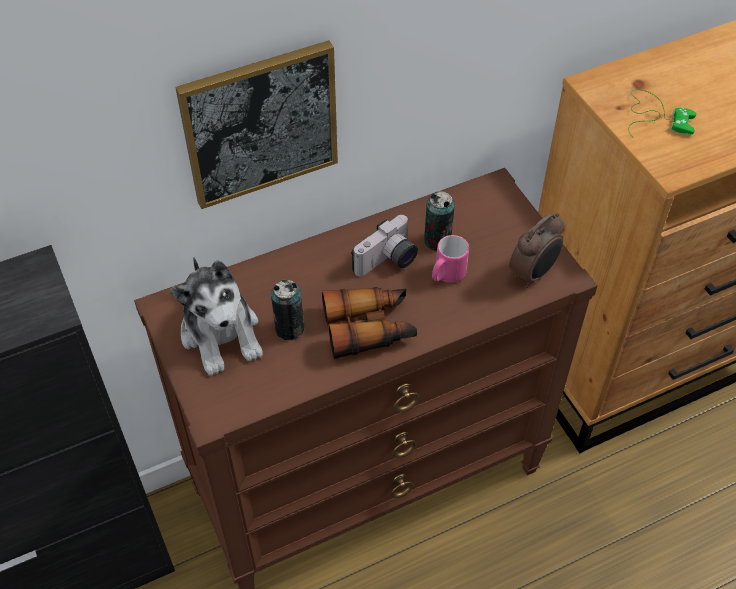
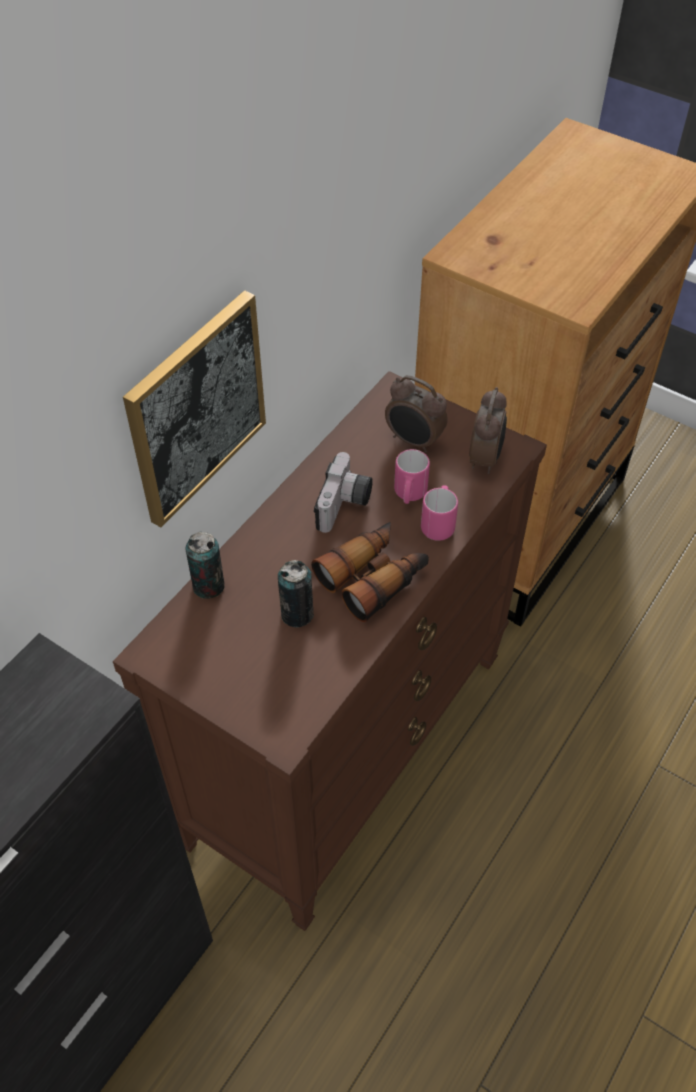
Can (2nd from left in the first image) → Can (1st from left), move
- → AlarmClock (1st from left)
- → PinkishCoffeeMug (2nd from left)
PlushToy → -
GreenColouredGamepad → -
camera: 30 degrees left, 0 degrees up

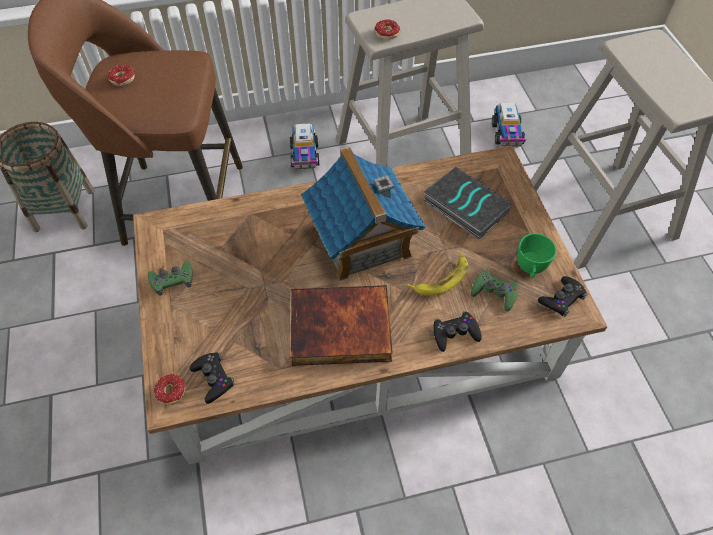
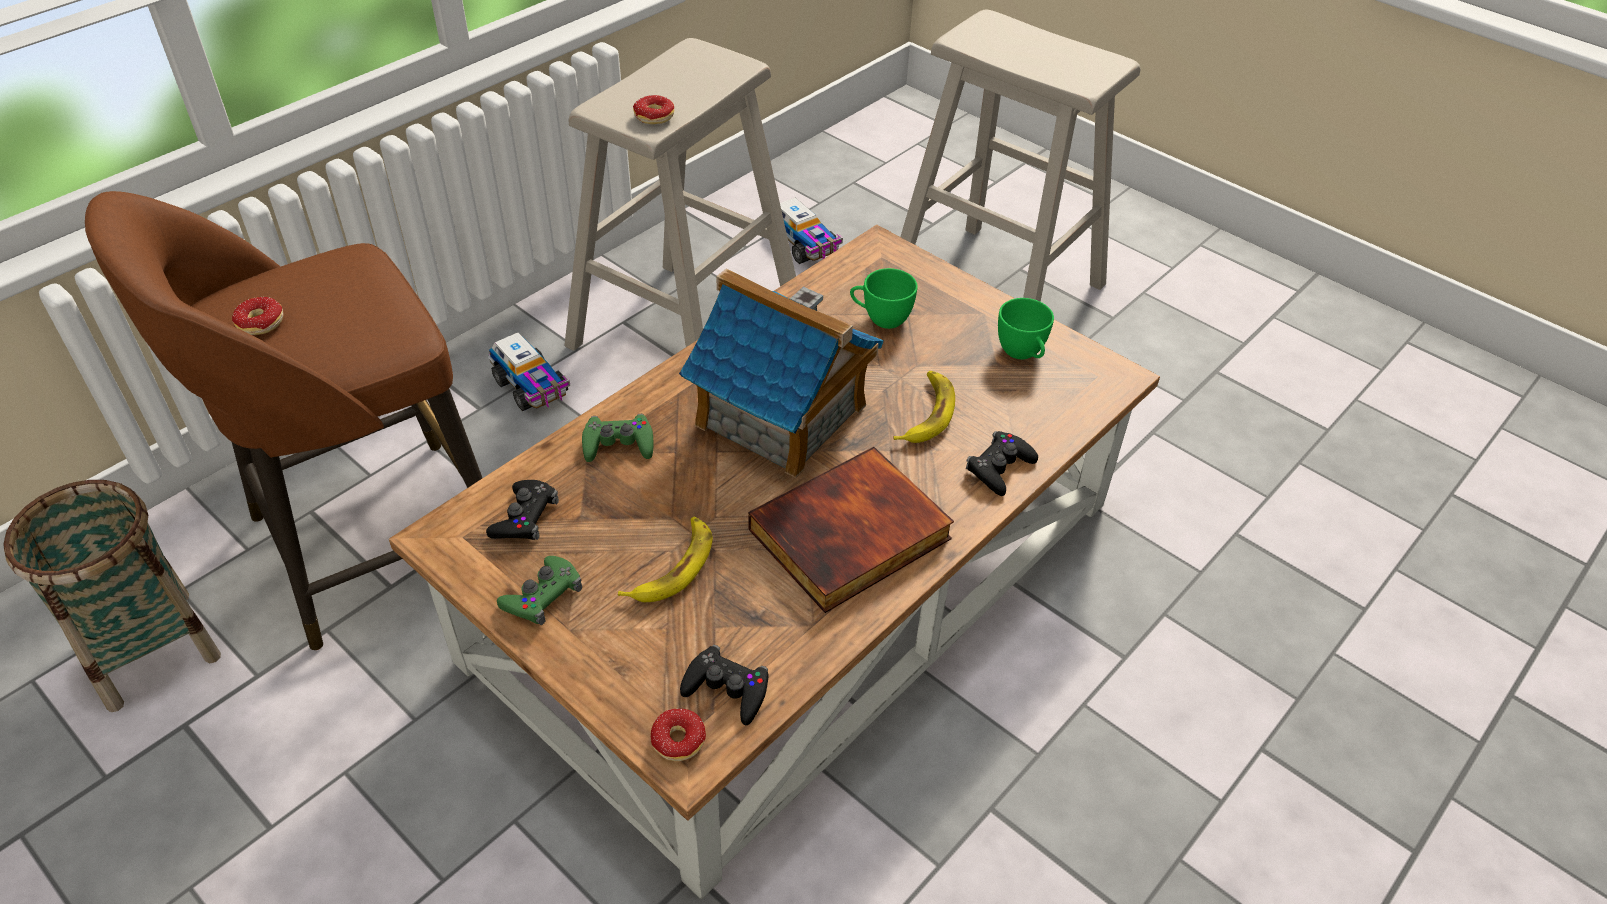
BlackGamepad (3rd from left in the first image) → BlackGamepad (1st from left), move
GreenColouredGamepad (2nd from left), move
- → Banana (1st from left)
Book (2nd from left) → GreenColouredDrinkingCup (1st from left)
camera: 35 degrees left, 10 degrees down

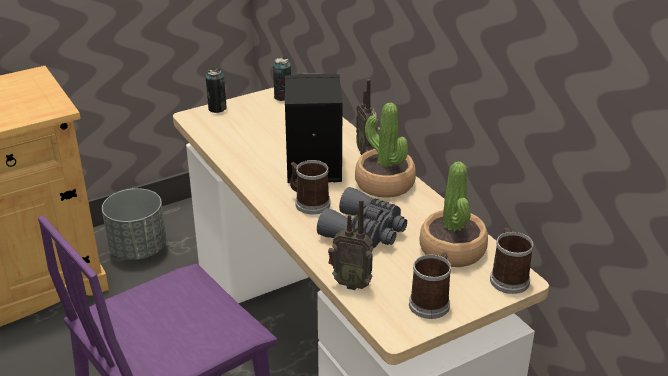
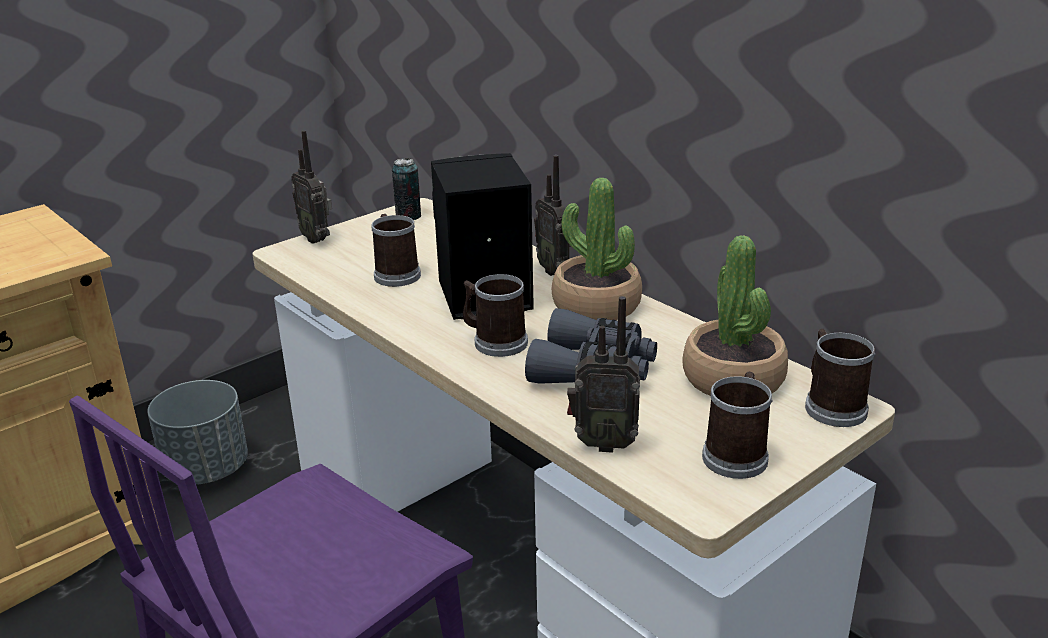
Can (1st from left) → RadioSet (1st from left)
- → CoffeeMug (1st from left)
camera: 10 degrees left, 5 degrees down

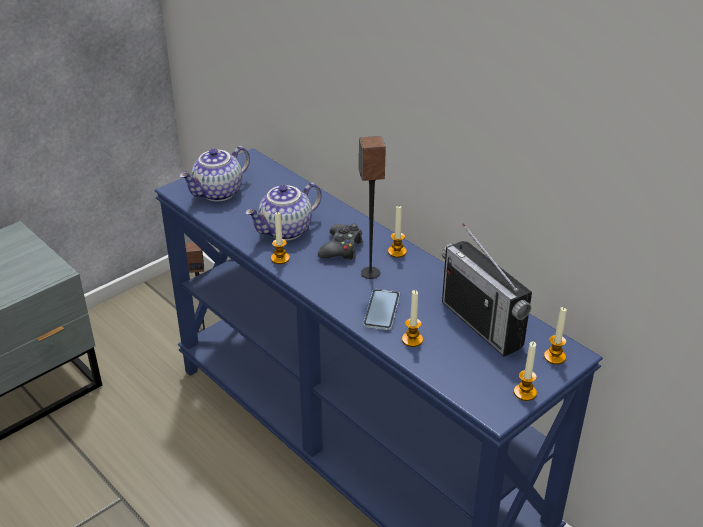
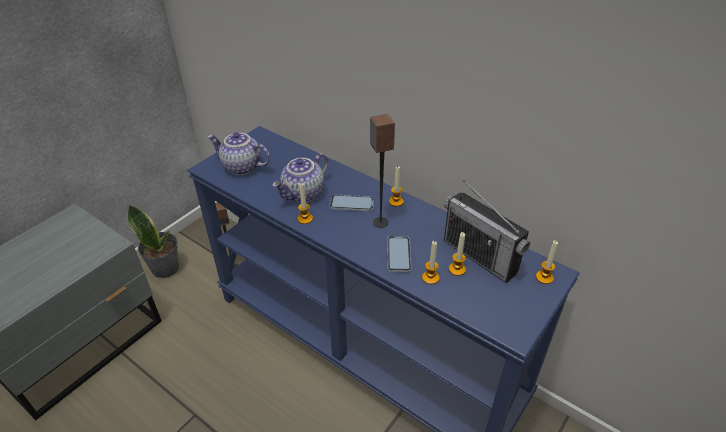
- → PottedPlant
TeaPot (1st from left), 75 degrees clockwise
BlackGamepad → Phone (1st from left)
WaxLight (4th from left), move
camera: 10 degrees left, 5 degrees up

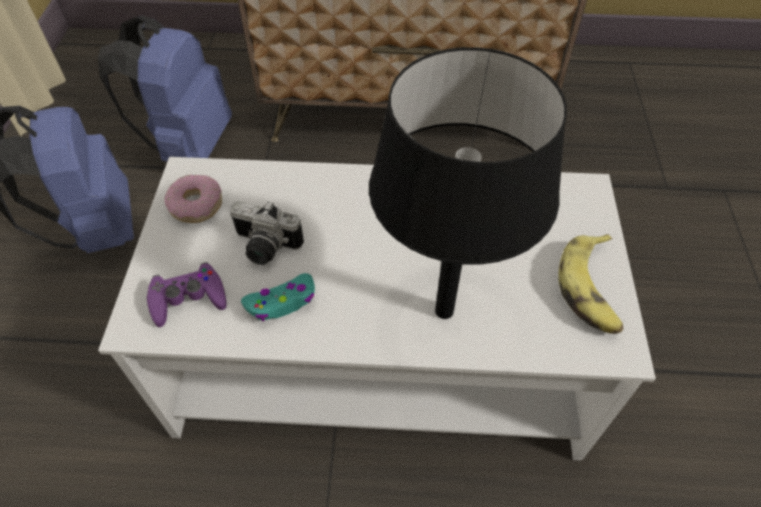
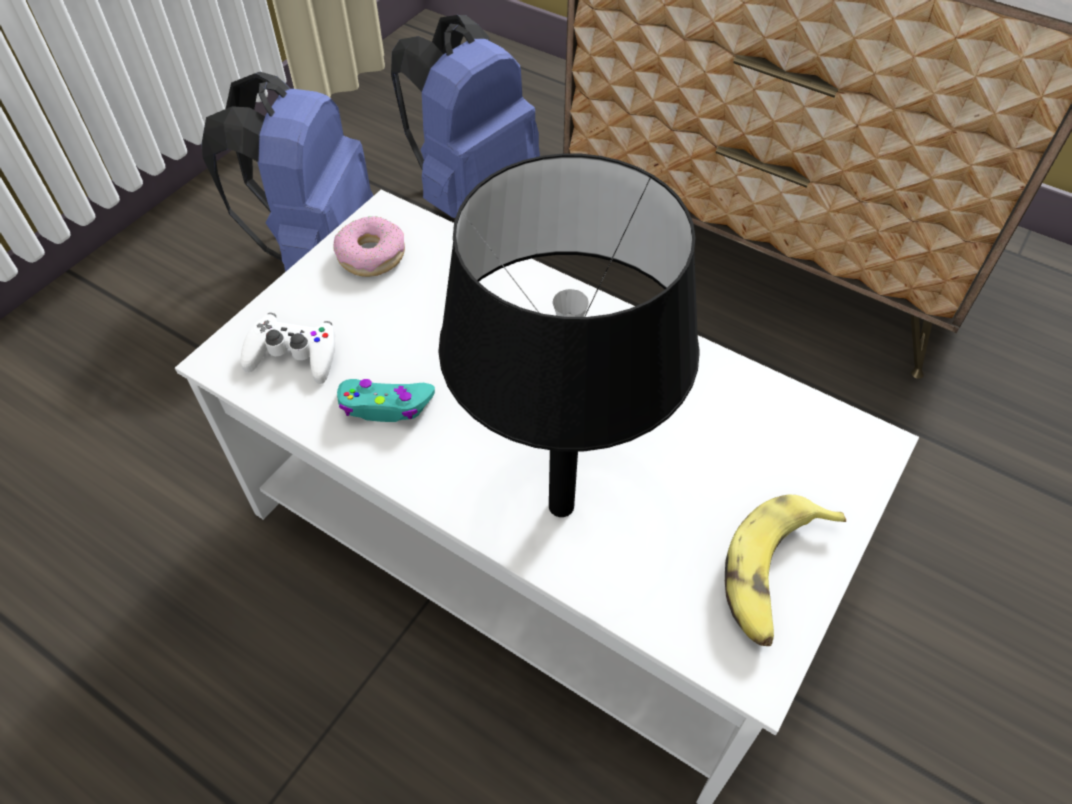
PurpleColouredGamepad → WhitishGamepad
StillCamera → -
camera: 30 degrees right, 0 degrees up

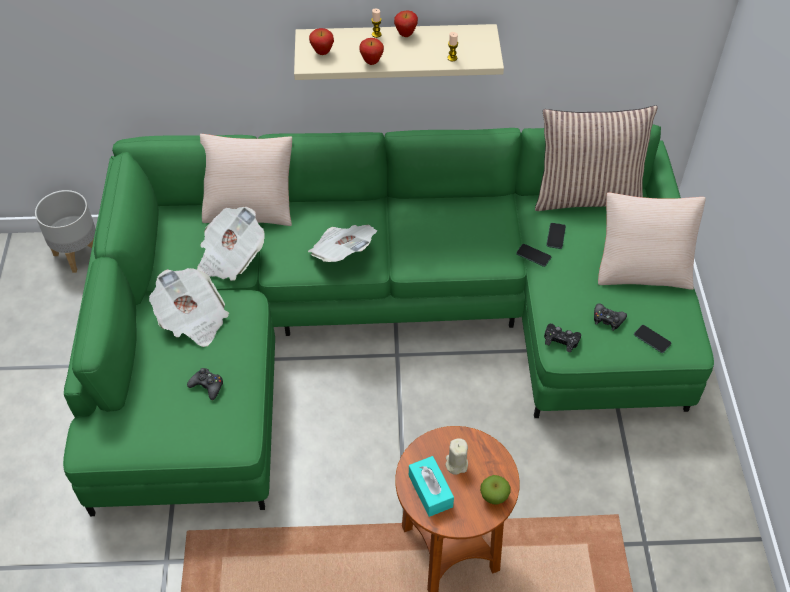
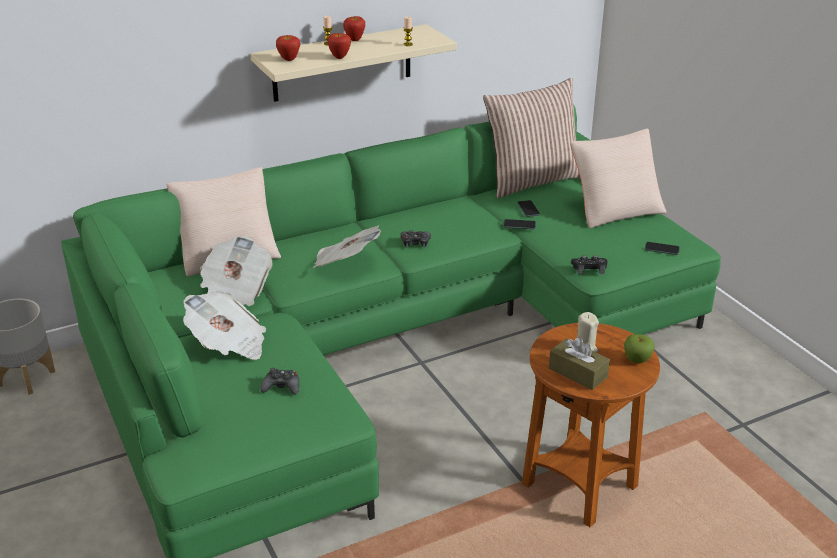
BlackGamepad (3rd from left in the first image) → BlackGamepad (2nd from left), move
BlueGreenTissueHolder → BrownColouredTissueHolder
camera: 25 degrees left, 20 degrees down

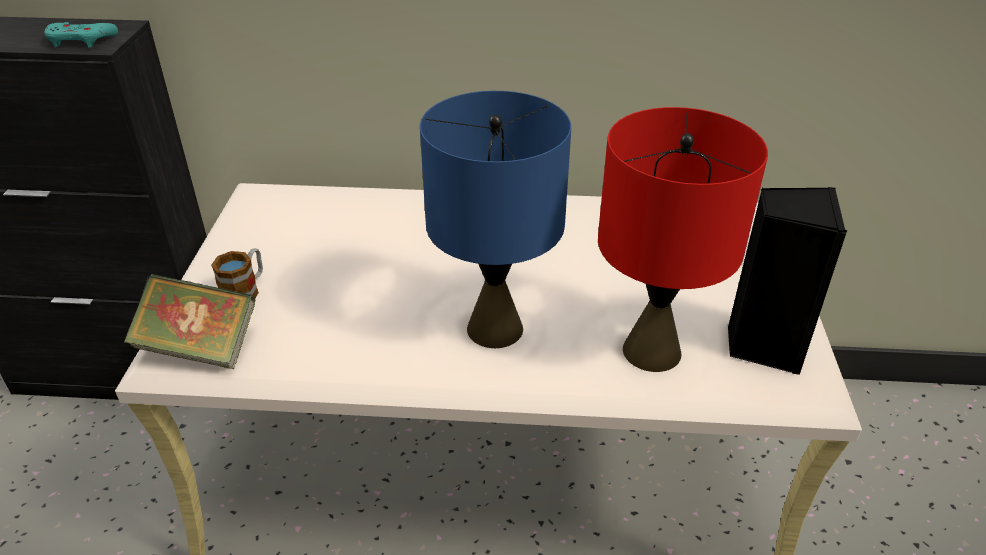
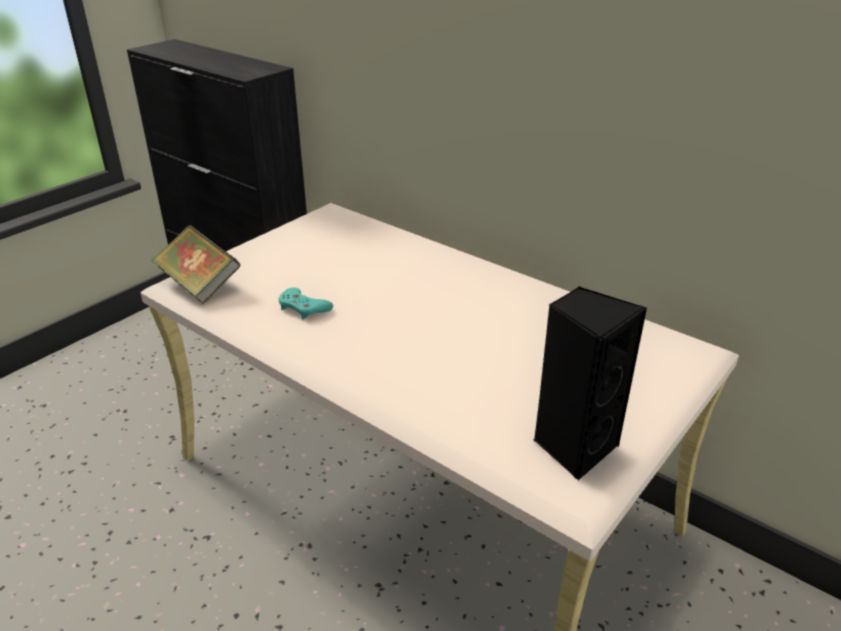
BlueGreenGamepad, move
CoffeeMug → -
BluishLampForATable → -
RedColouredLampForATable → -
camera: 35 degrees right, 5 degrees down

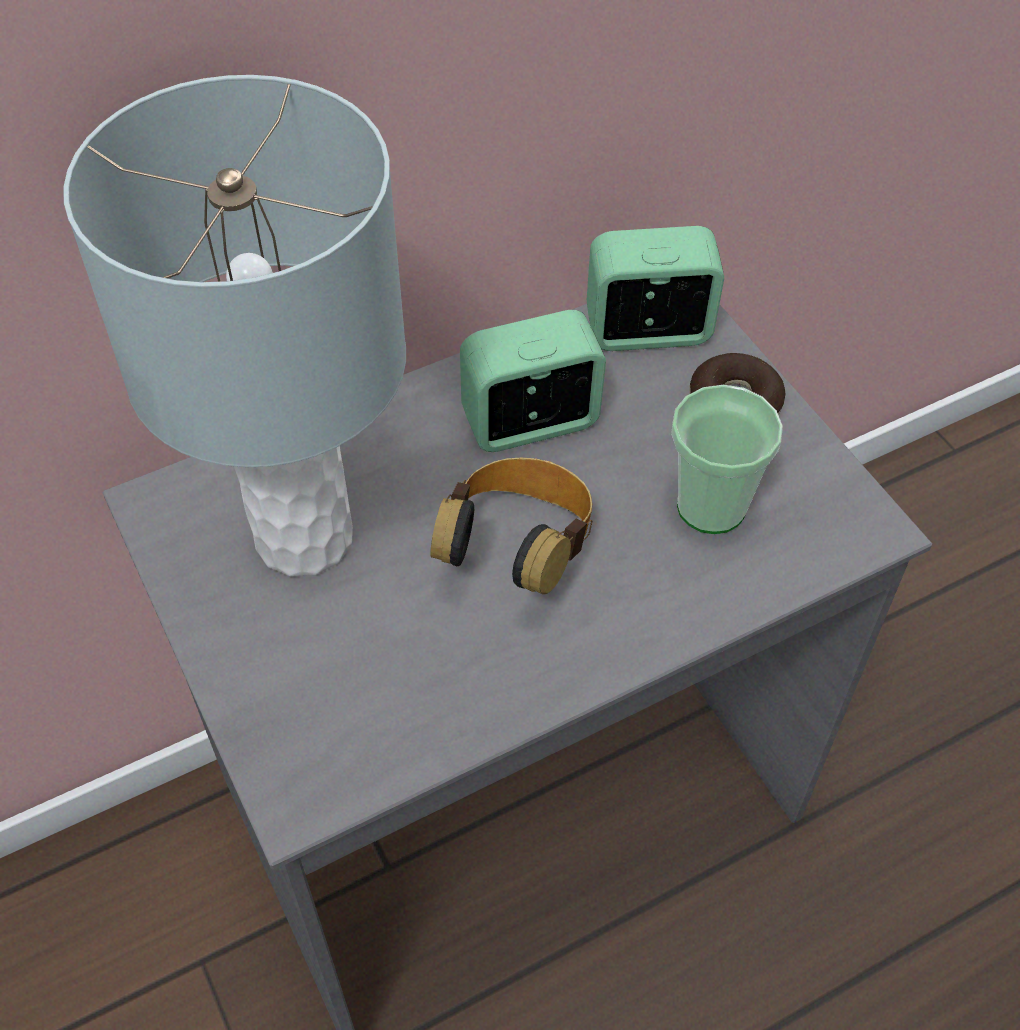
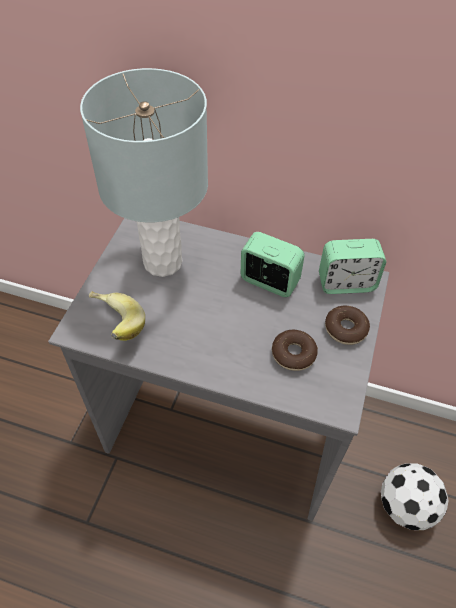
- → Banana
DrinkingCup → Donut (1st from left)
AlarmClock (2nd from left), 135 degrees clockwise
- → BallForFootball
Headphones → -
camera: 45 degrees right, 0 degrees up

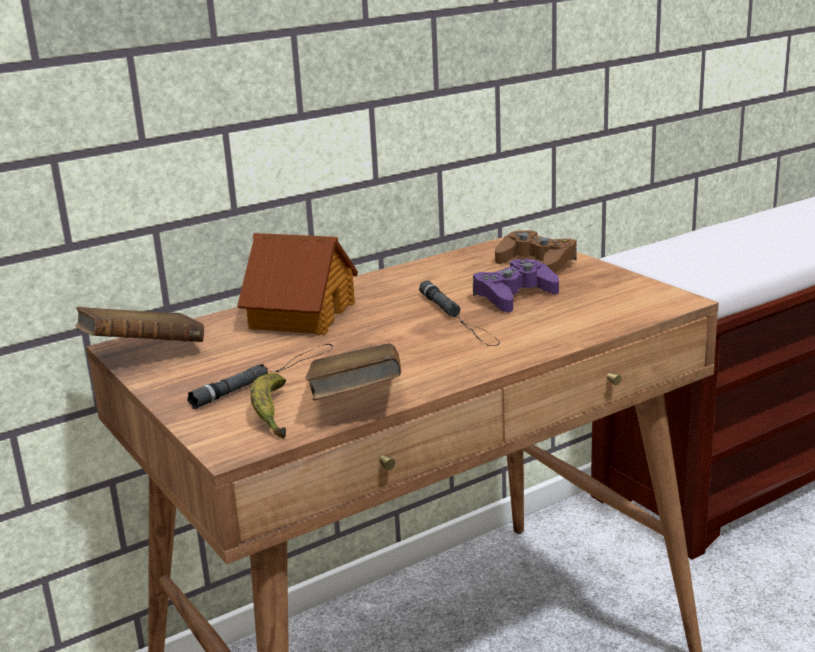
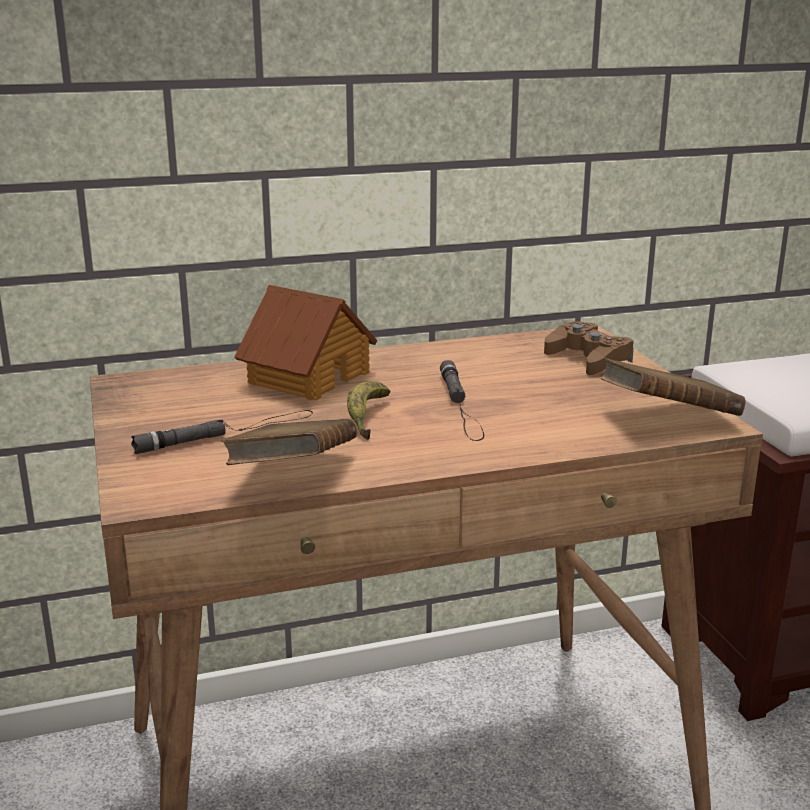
Banana, move
BrownColouredBook (1st from left in the first image) → BrownColouredBook (2nd from left), move
PurpleColouredGamepad → -
camera: 15 degrees right, 0 degrees up

